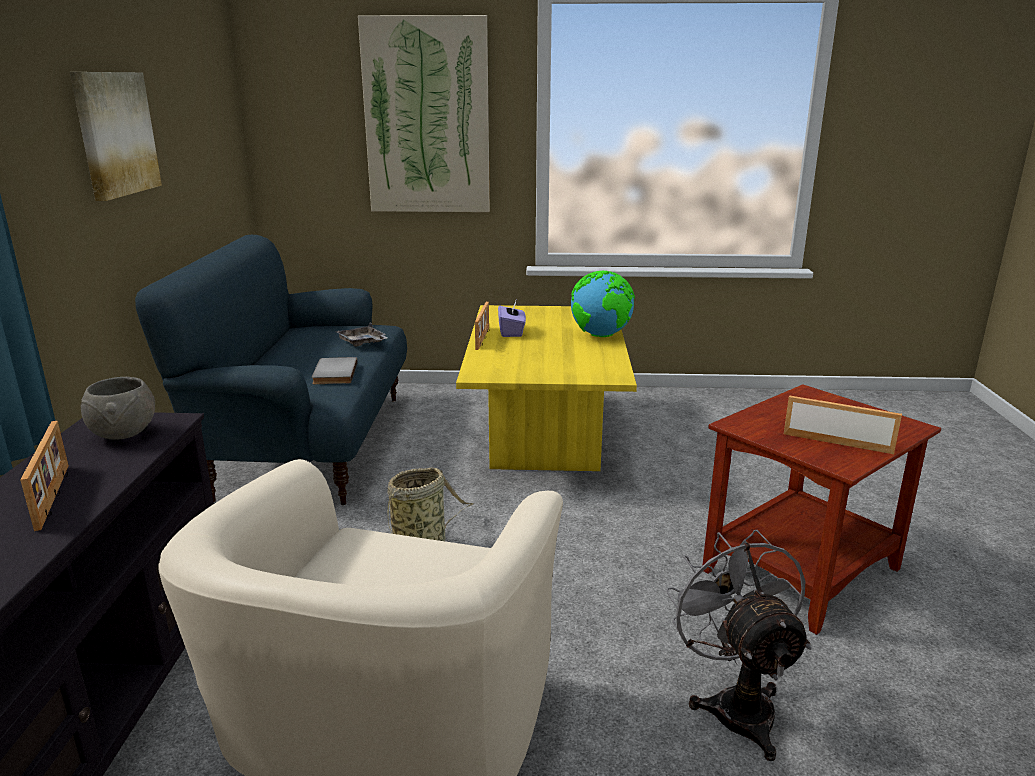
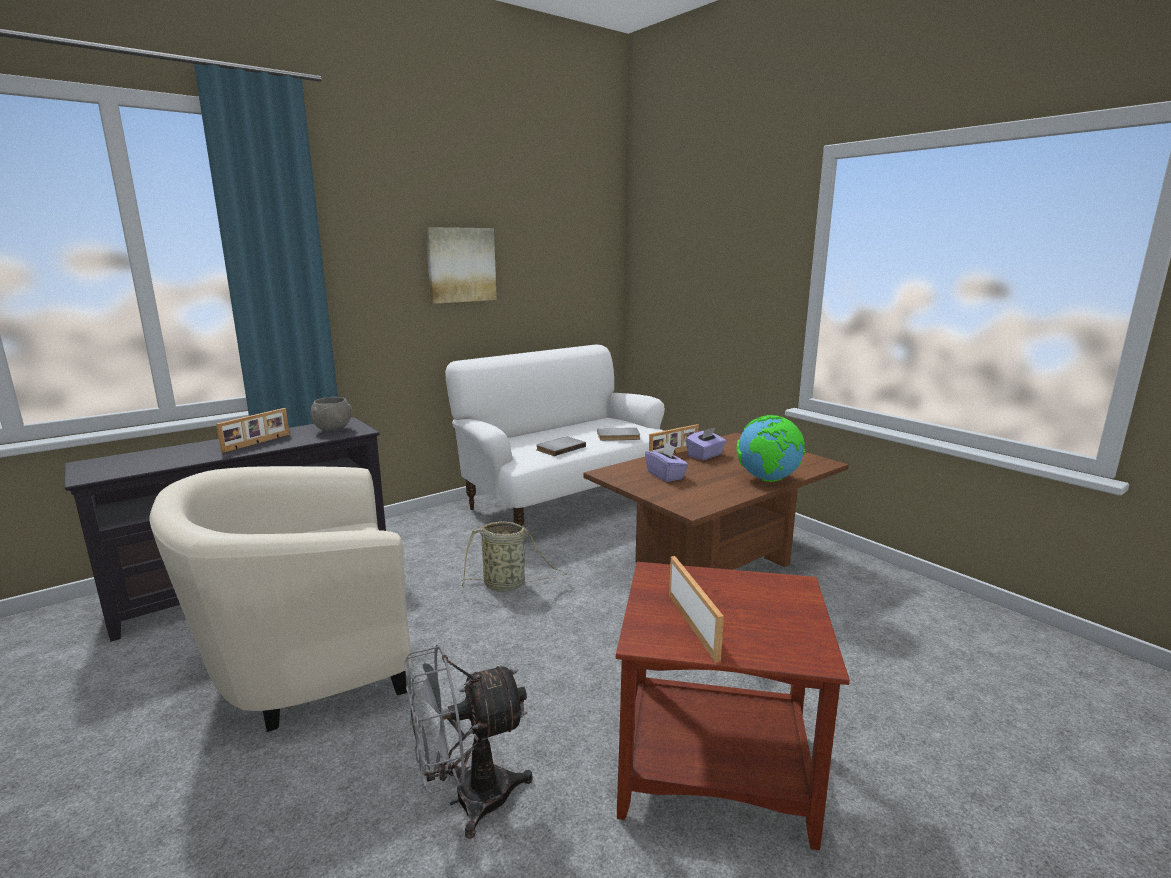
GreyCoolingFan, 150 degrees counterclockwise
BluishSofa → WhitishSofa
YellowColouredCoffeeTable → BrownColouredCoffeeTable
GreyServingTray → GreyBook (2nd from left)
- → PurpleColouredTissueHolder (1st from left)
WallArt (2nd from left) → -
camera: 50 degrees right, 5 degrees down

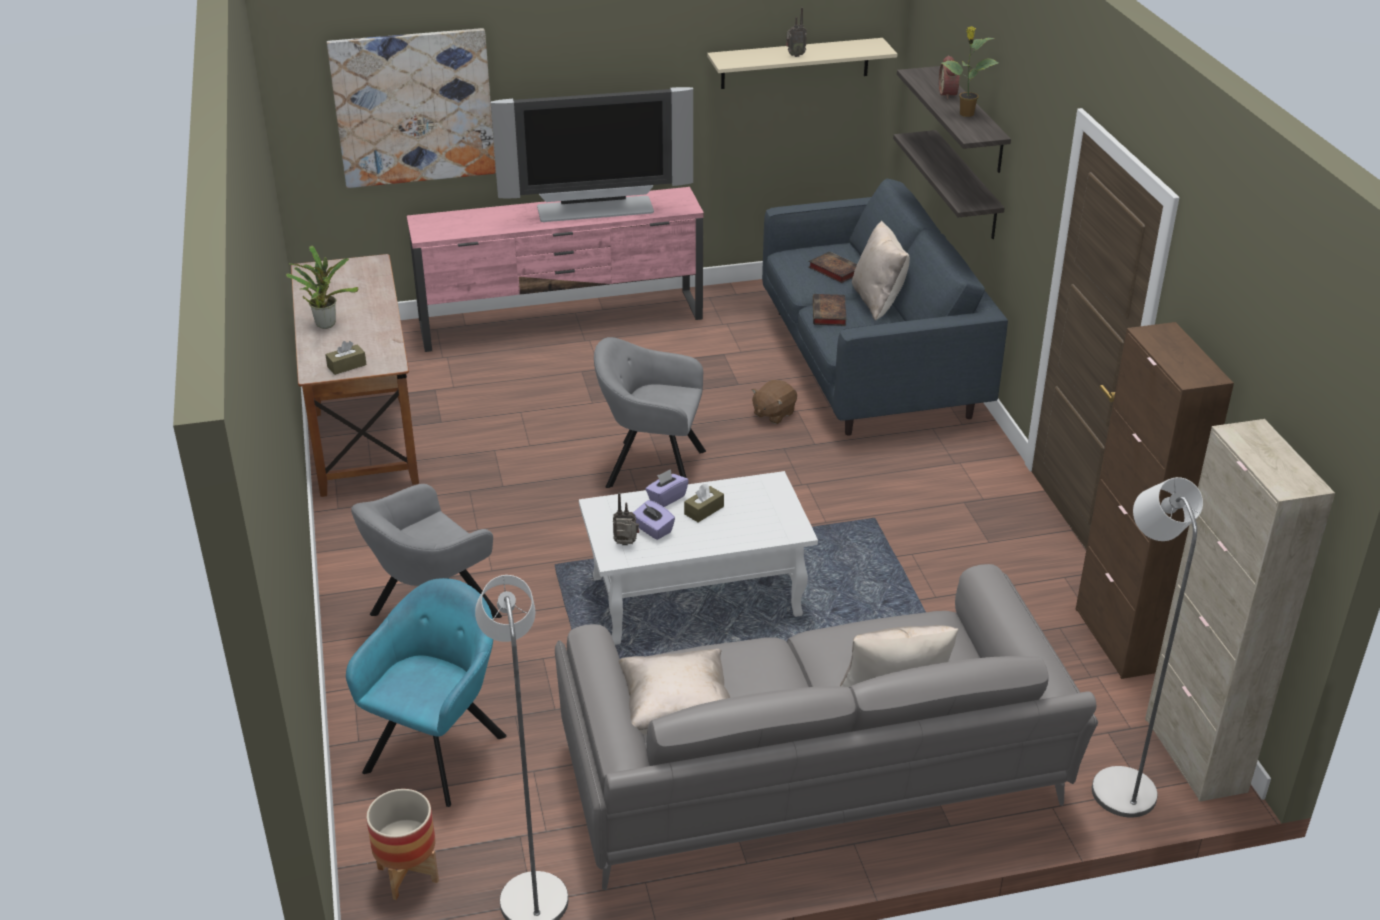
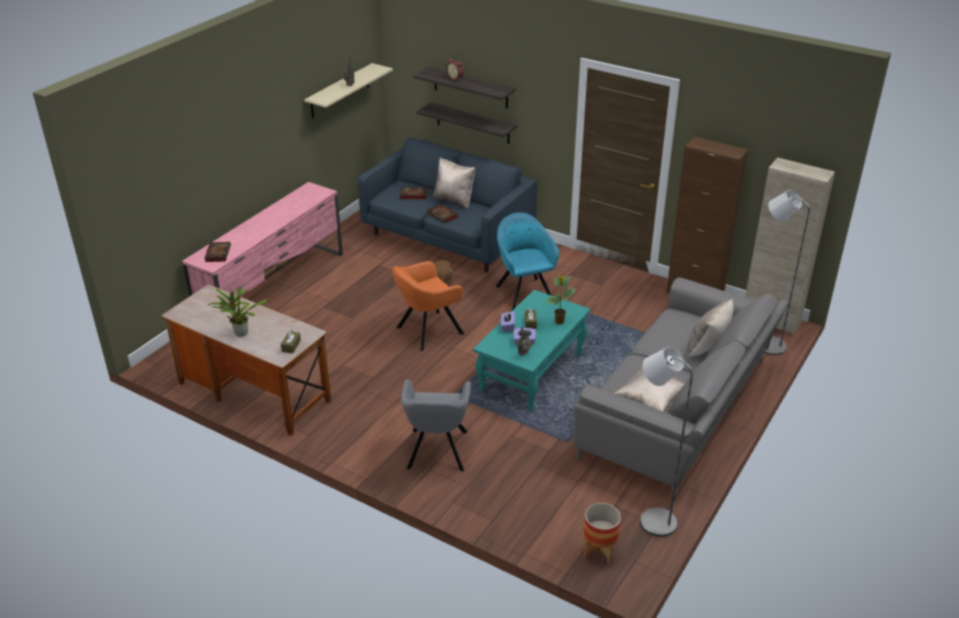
- → Book (1st from left)
GreyArmchair (2nd from left) → OrangeyArmchair
WhitishCoffeeTable → BlueGreenCoffeeTable
BlueGreenArmchair, move
PottedPlant (2nd from left), move
WallArt → -
Television → -
camera: 45 degrees left, 0 degrees up

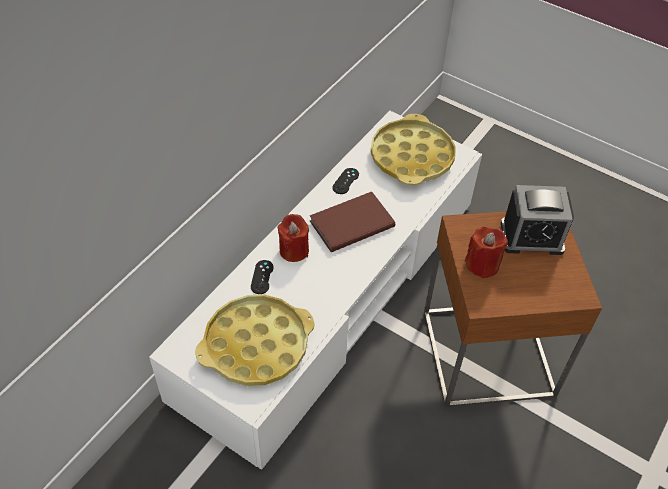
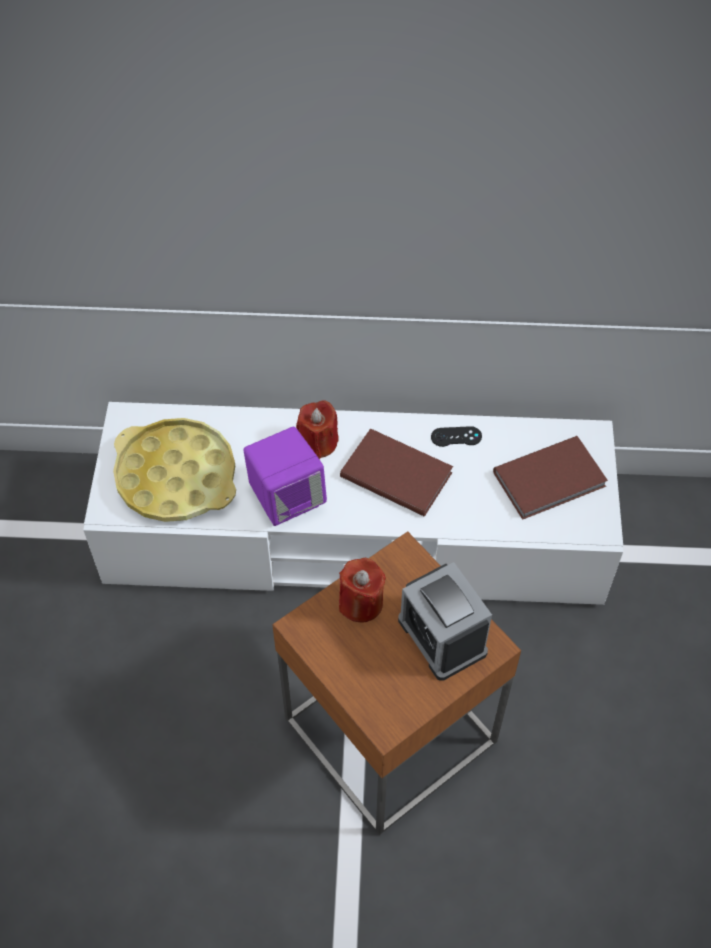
- → PurpleColouredSpeaker
YellowColouredServingTray (2nd from left) → BrownColouredBook (2nd from left)
BlackGamepad (1st from left) → -
camera: 60 degrees right, 5 degrees up

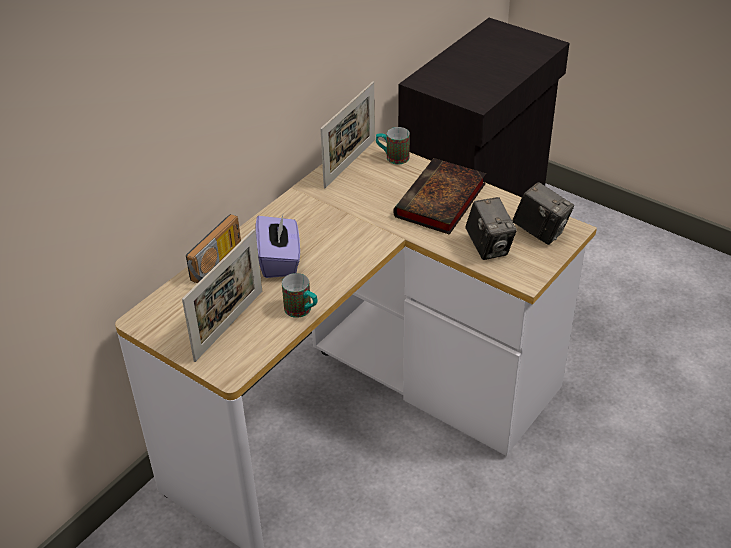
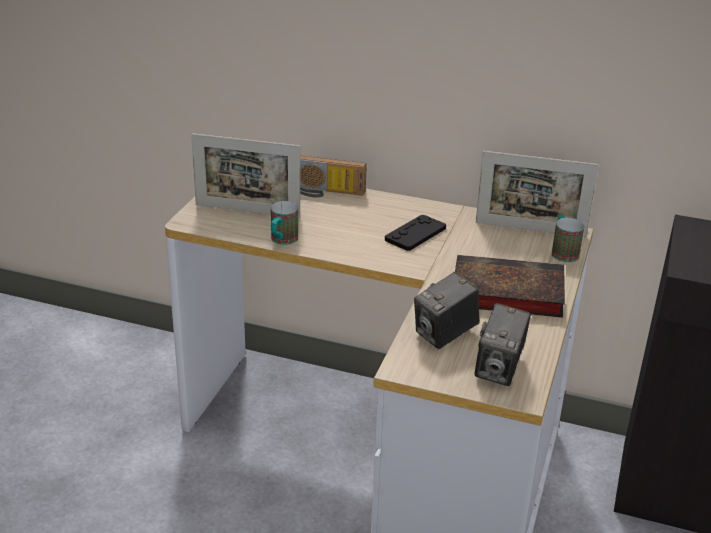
- → BlackGamepad
PurpleColouredTissueHolder → -
camera: 70 degrees right, 10 degrees down

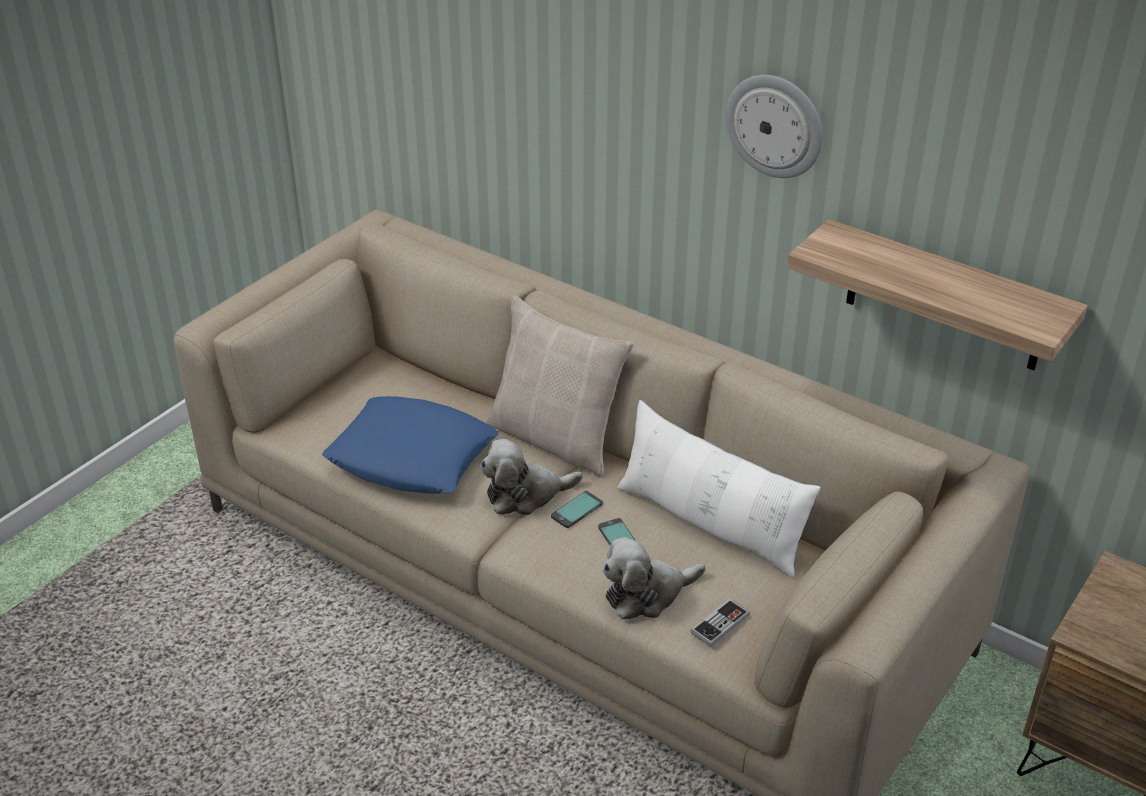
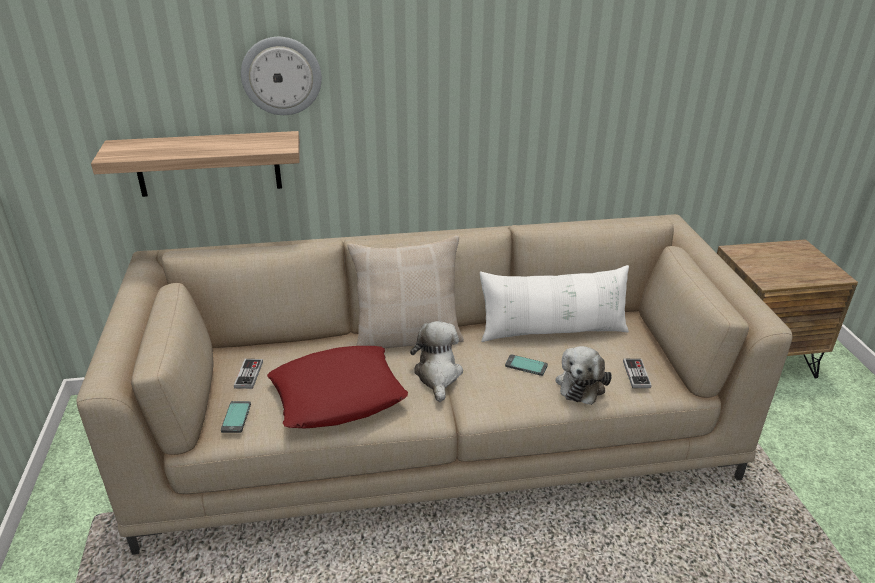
Shelf, move
Phone (1st from left), move
- → Gamepad (1st from left)
ClockOnTheWall, move
BluishPillow → RedColouredPillow
PlushToy (1st from left), 150 degrees clockwise
camera: 45 degrees left, 5 degrees down

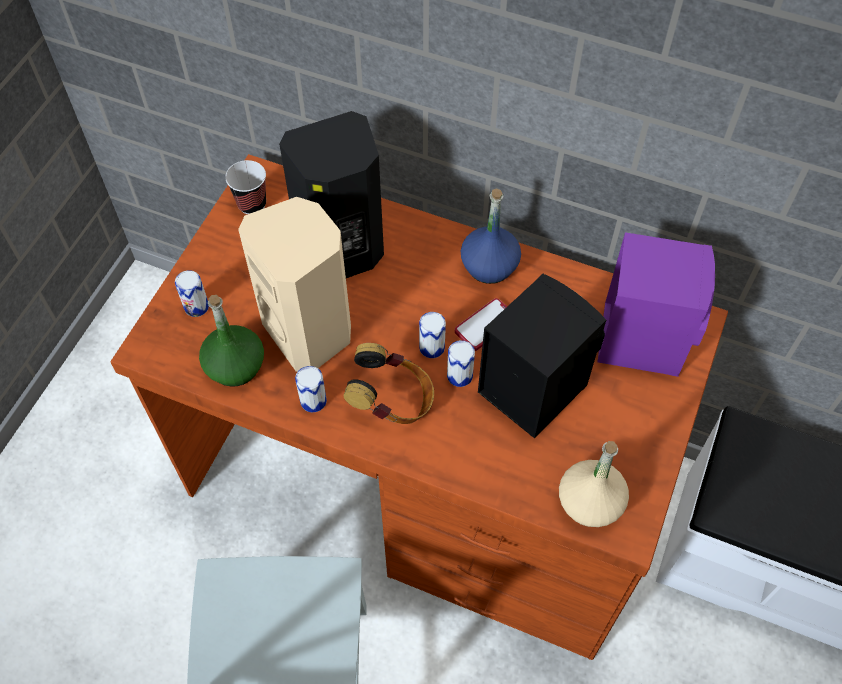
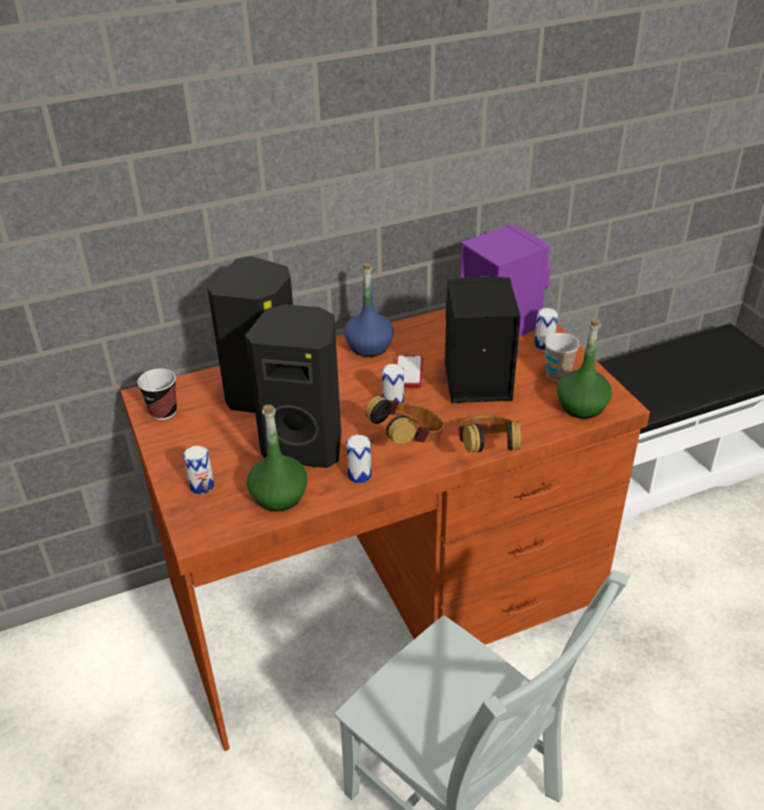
BeigeSpeaker → BlackSpeaker (2nd from left)
- → Headphones (2nd from left)
Can (4th from left), move
- → DrinkingCup (2nd from left)
BeigeBeverageBottle → GreenColouredBeverageBottle (2nd from left)
camera: 45 degrees left, 20 degrees down

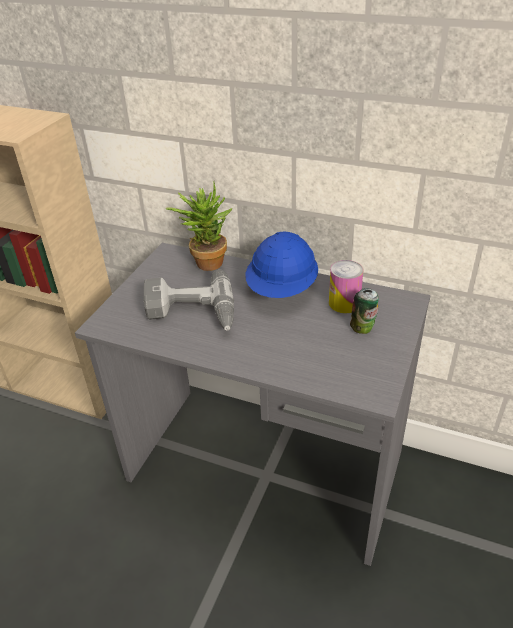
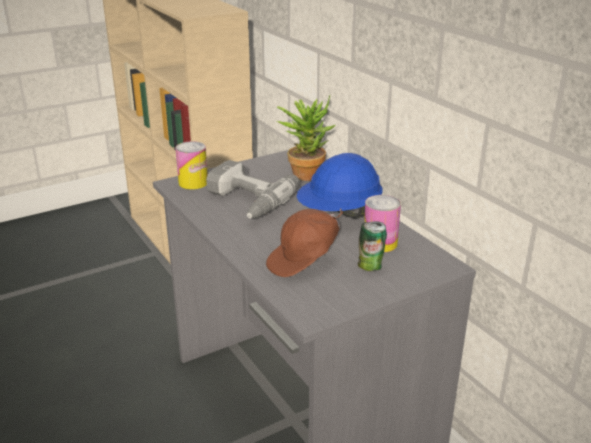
- → Can (1st from left)
- → BrownColouredCap
camera: 35 degrees right, 10 degrees down

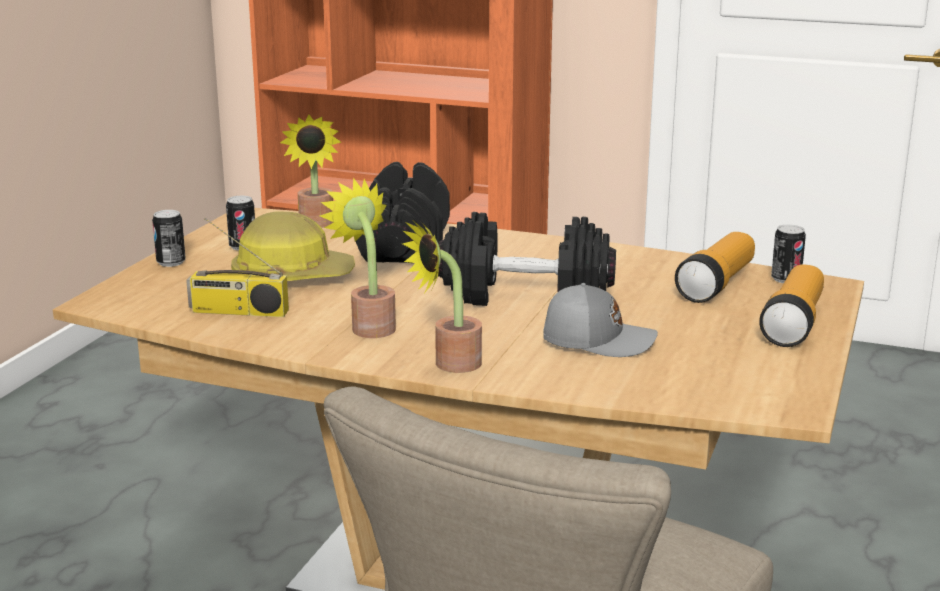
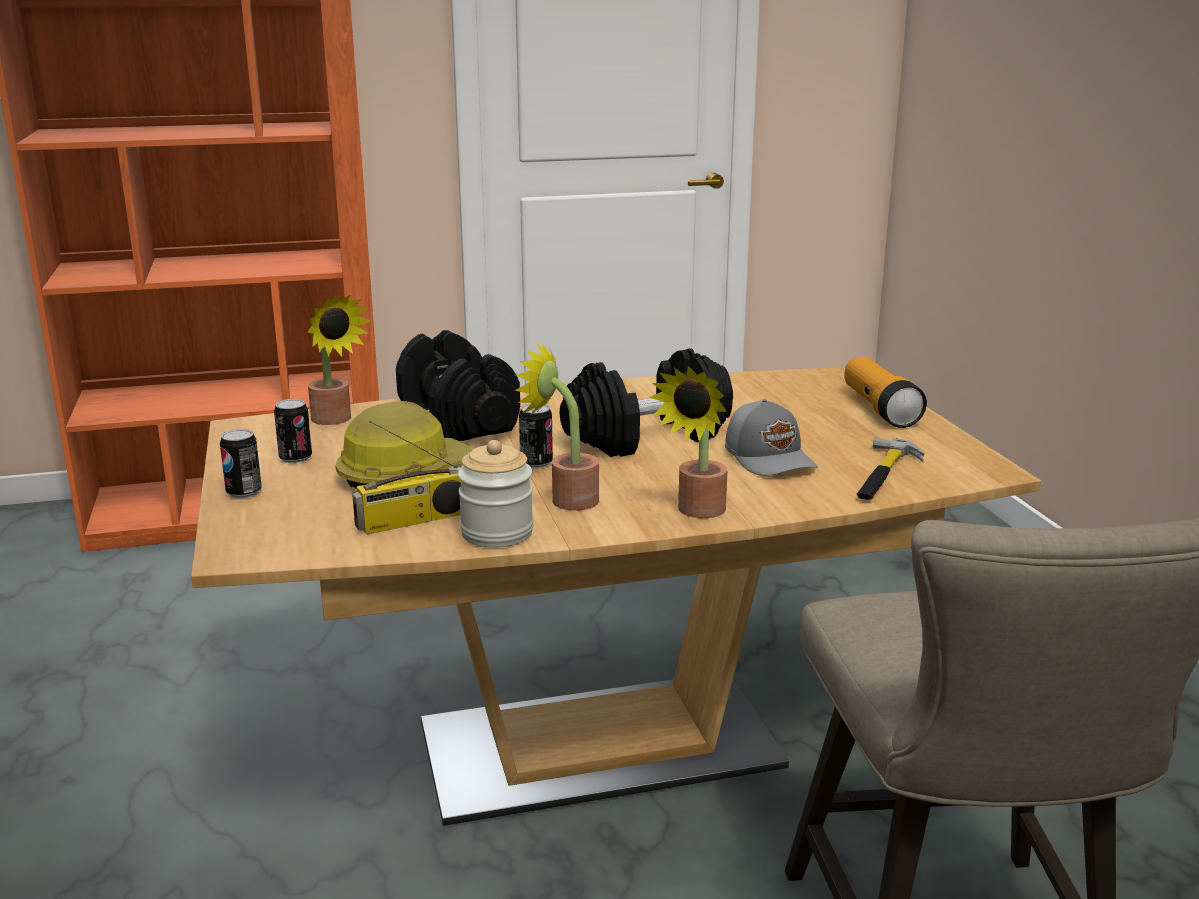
- → StorageJar
Can (3rd from left), move
GreyCap, 90 degrees clockwise
- → Hammer
HandTorch (1st from left) → -
camera: 35 degrees left, 0 degrees up

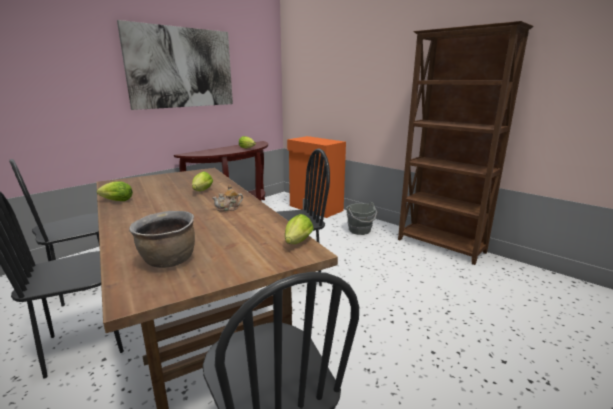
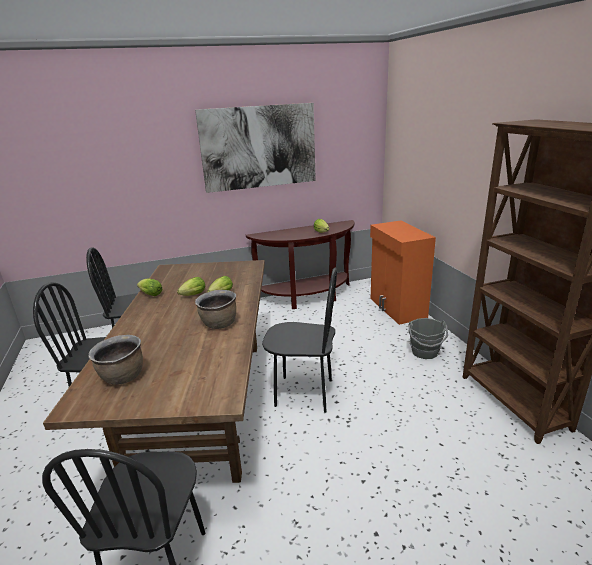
Lettuce (4th from left in the first image) → Lettuce (2nd from left), move
TeaPot → BrownColouredCookingPot (2nd from left)
camera: 30 degrees right, 5 degrees up

